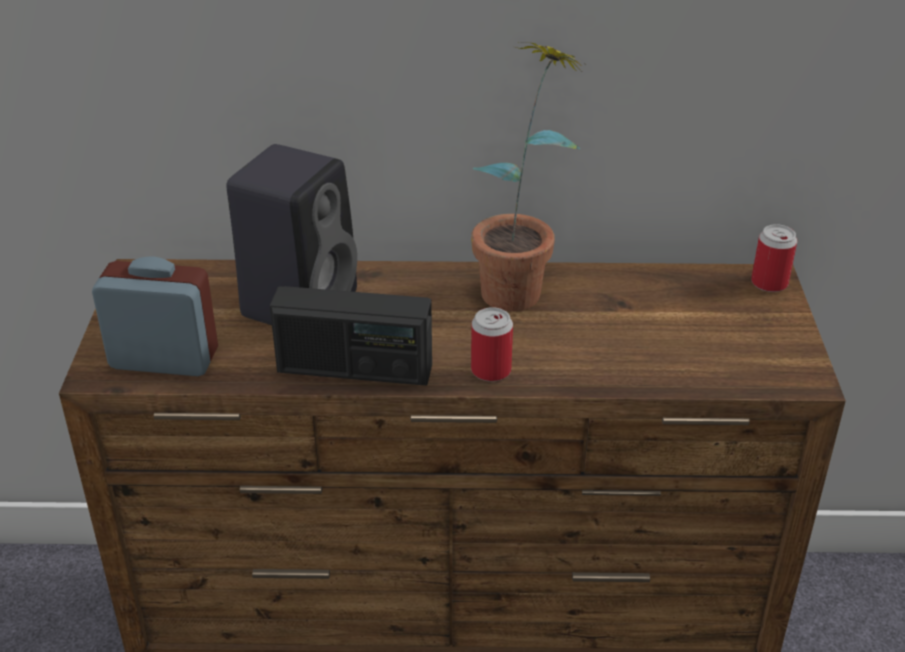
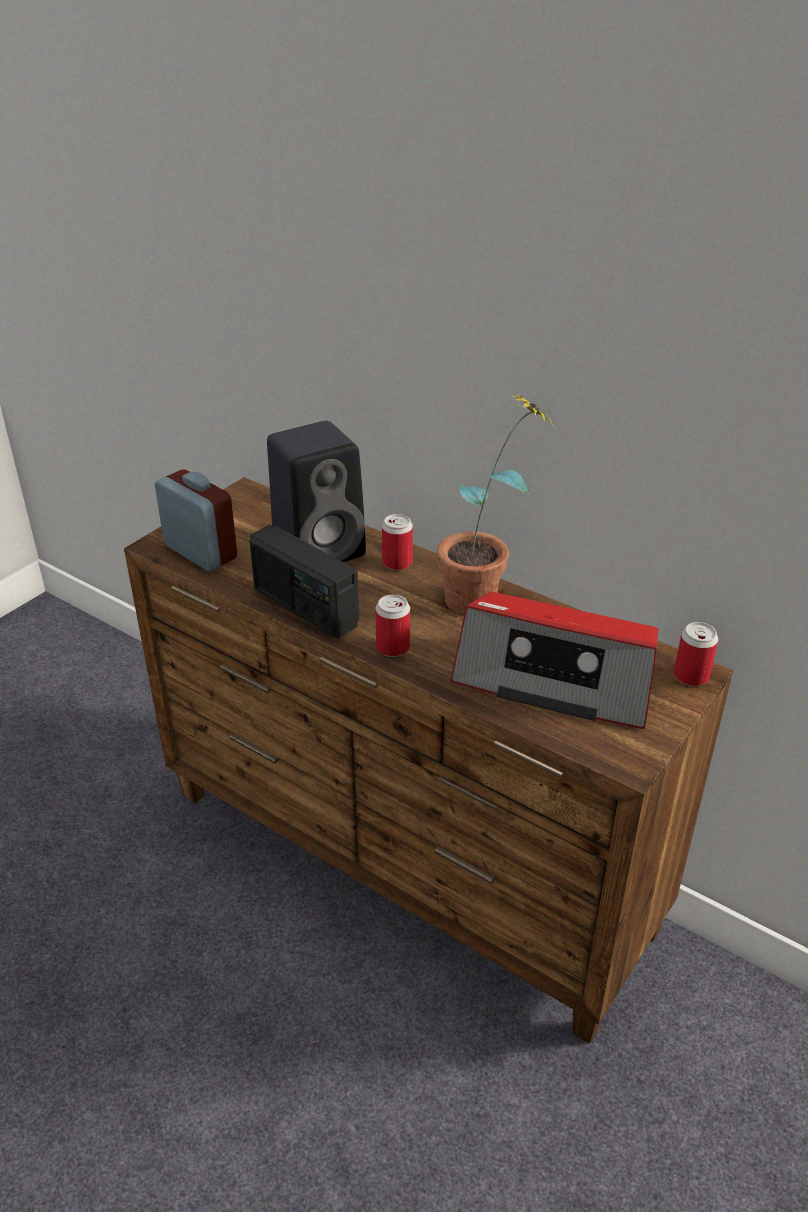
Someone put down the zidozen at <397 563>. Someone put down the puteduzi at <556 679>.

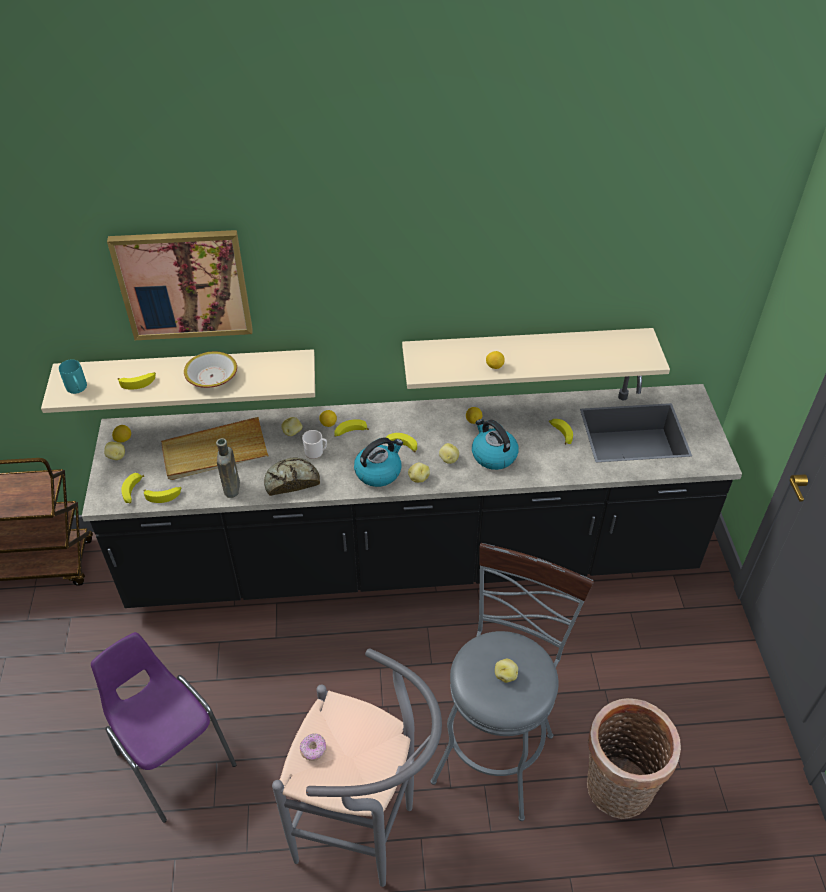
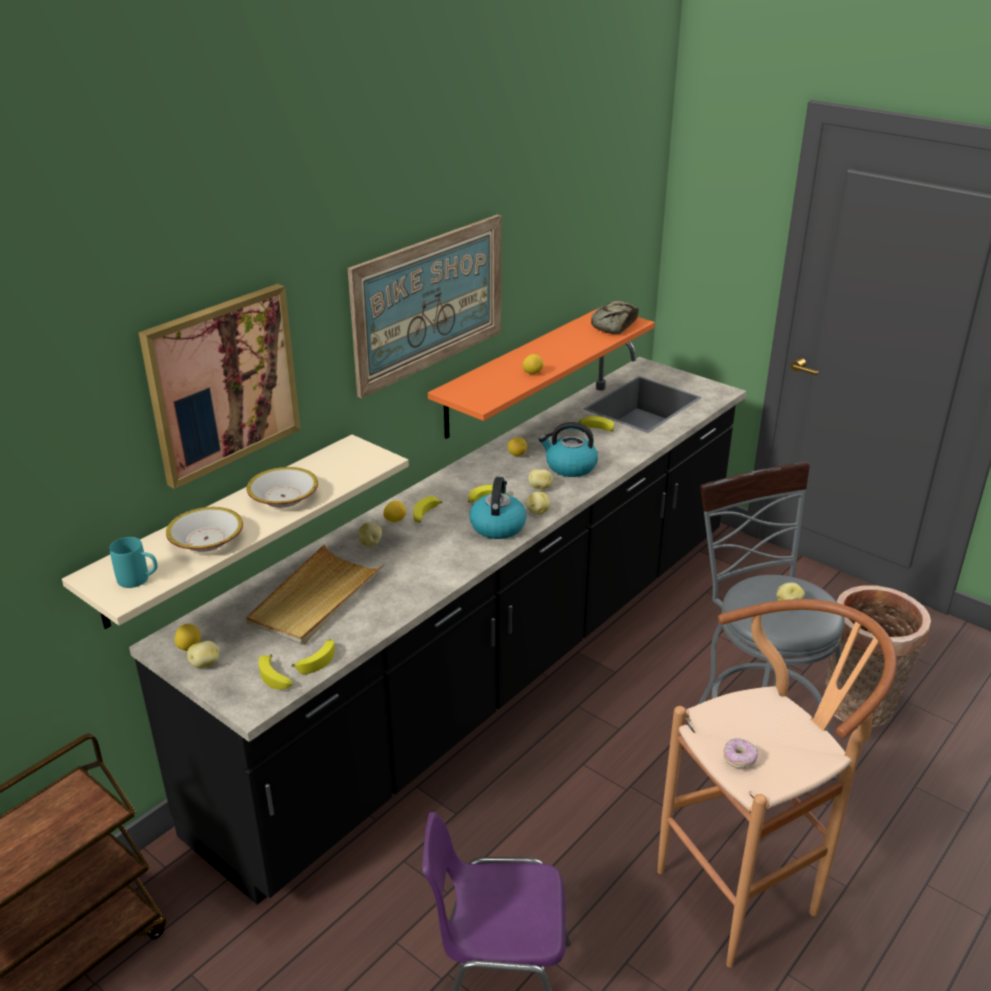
Someone swapped the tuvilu at <138 382> for the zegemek at <206 539>. Someone put up the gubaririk at <429 302>. Someone repainted the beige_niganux at <526 354>, which became the orange_niganux at <521 371>. Someone carried the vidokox from <291 480> to <613 325>. Someone repainted the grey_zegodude at <366 834>, which became the brown_zegodude at <751 890>. Someone took away the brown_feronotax at <232 487>. Someone took away the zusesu at <316 453>.

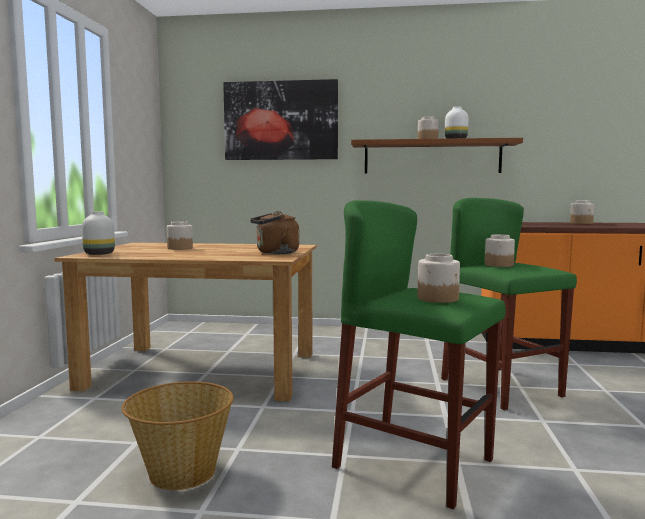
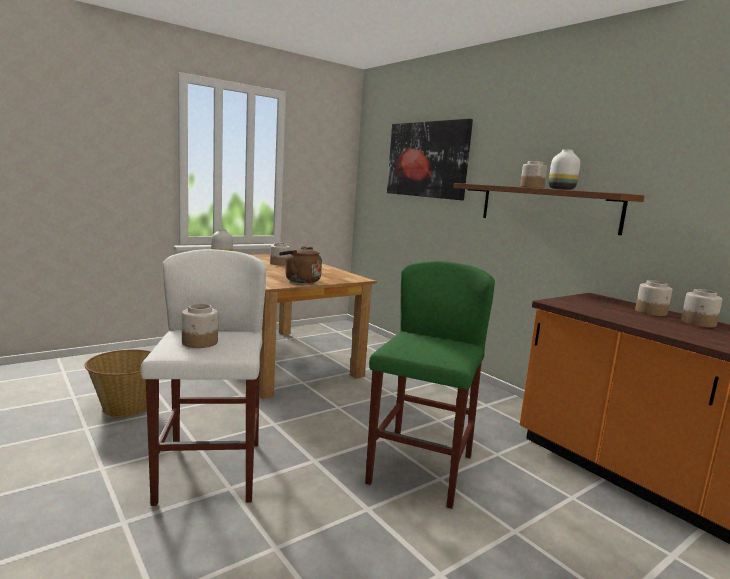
Someone repainted the green_zegodude at <414 463>, which became the white_zegodude at <210 471>. Someone carried the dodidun from <499 265> to <651 312>.

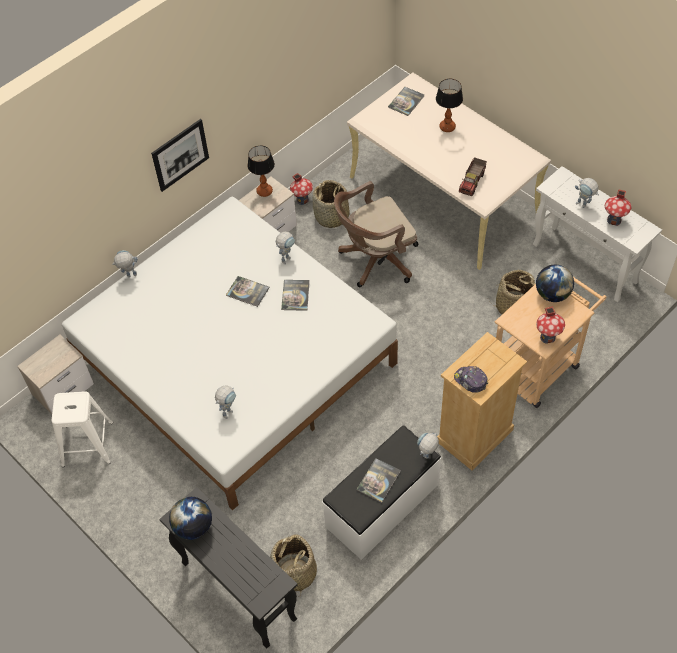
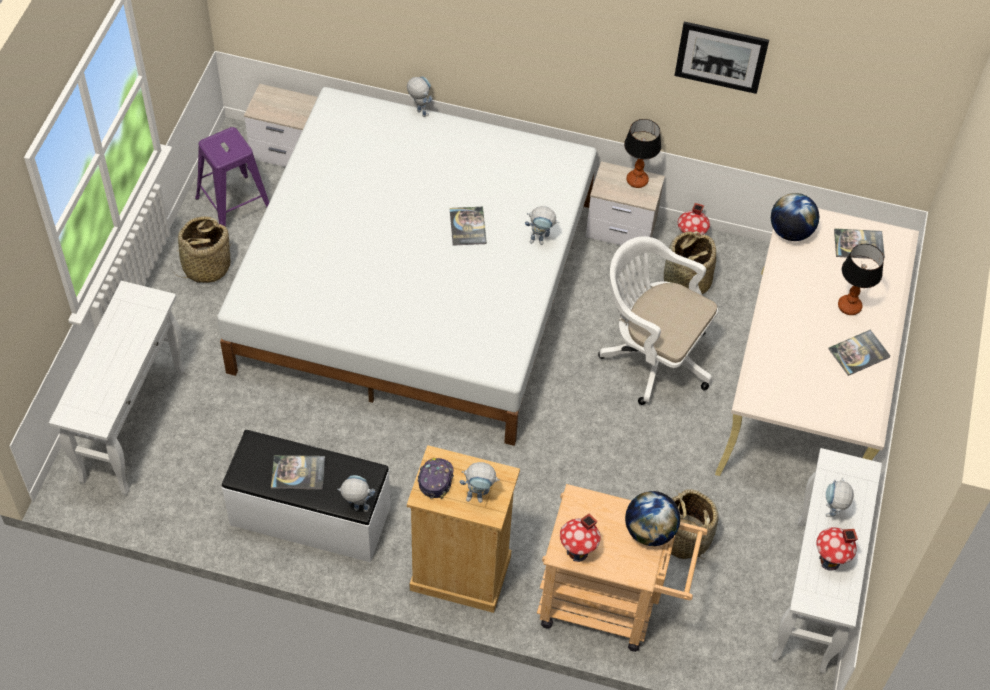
Someone repainted the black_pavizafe at <237 590>, which became the white_pavizafe at <133 424>. Someone carried the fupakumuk from <295 573> to <206 266>. Someone repainted the white_zegodude at <86 444>, which became the purple_zegodude at <233 205>. Someone carried the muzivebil from <228 411> to <479 497>. Someone repainted the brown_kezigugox at <375 260>, which became the white_kezigugox at <651 356>. Someone carried the gubaririk from <180 155> to <721 57>. Someone carried the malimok from <193 527> to <790 232>. Someone carried the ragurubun from <295 295> to <859 353>. Someone took away the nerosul at <472 182>.

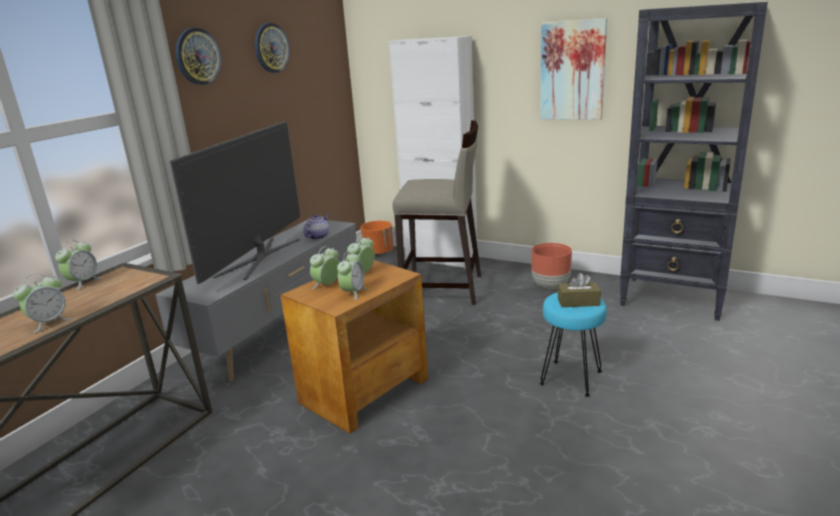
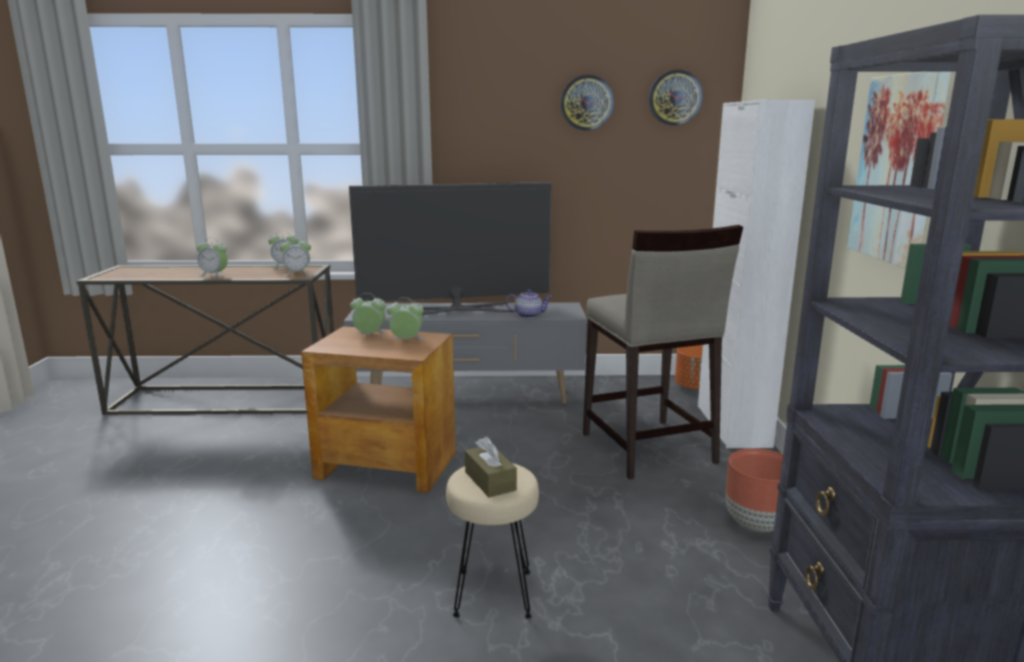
Someone carried the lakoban from <353 293> to <297 273>. Someone repainted the turquoise_zegodude at <571 378>, which became the beige_zegodude at <493 594>. Someone carried the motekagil from <197 56> to <675 98>.

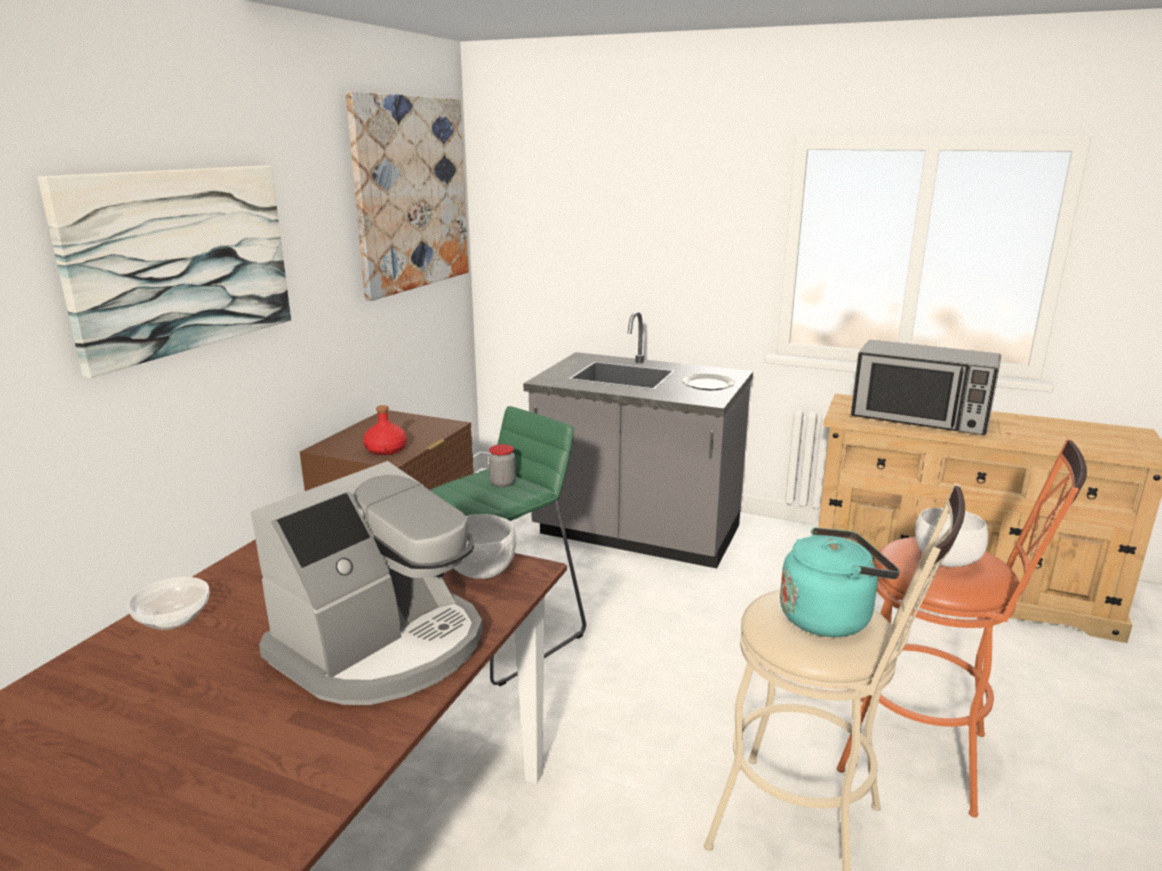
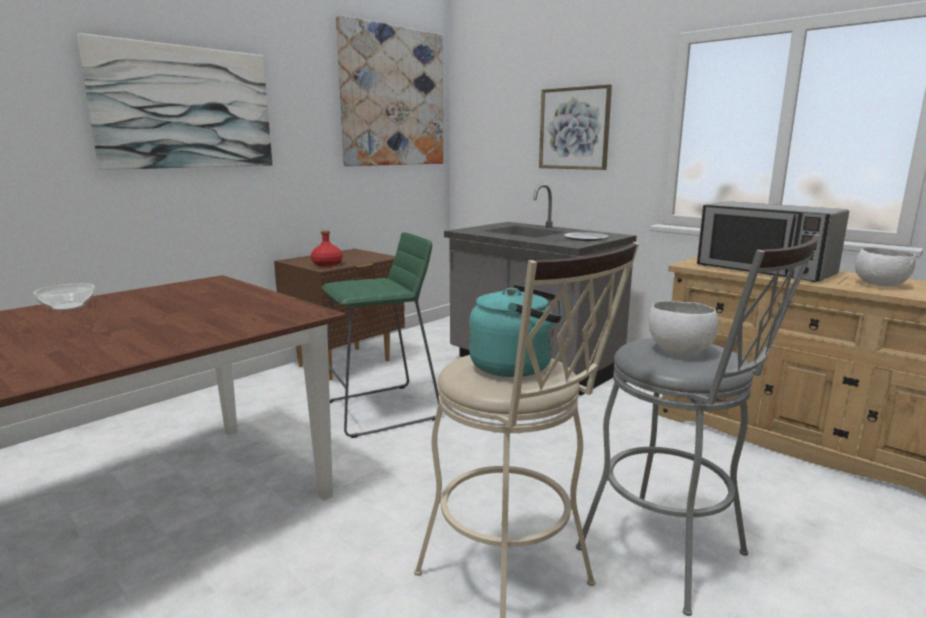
Someone put up the gubaririk at <574 128>. Someone repainted the orange_zegodude at <928 757>, which became the grey_zegodude at <674 558>. Someone carried the white_zegemek from <483 571> to <881 285>. Someone took away the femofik at <382 647>. Someone took away the dodidun at <502 483>.

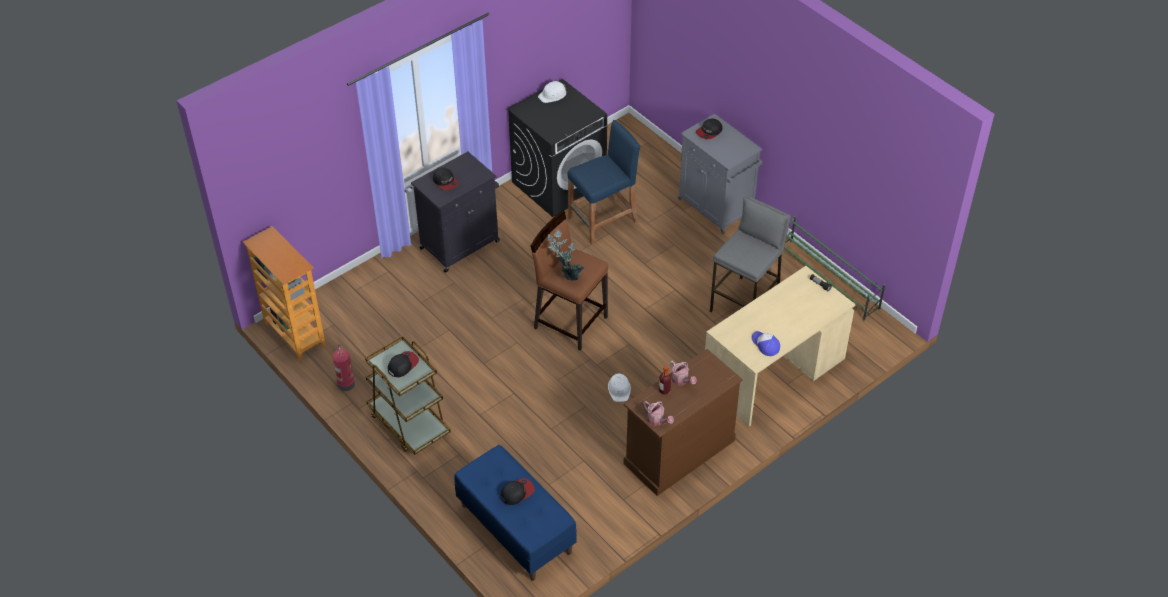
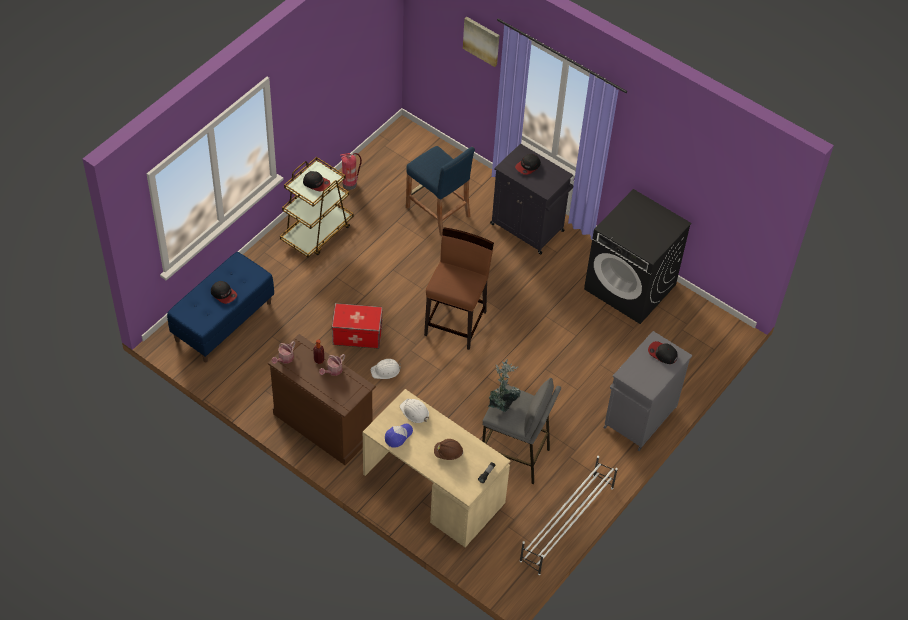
Someone put down the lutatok at <357 334>. Someone carried the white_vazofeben from <553 95> to <414 412>. Someone carried the blue_zegodude from <603 220> to <438 211>. Someone put down the brown_vazofeben at <448 453>. Someone put up the gubaririk at <482 40>. Someone carried the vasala from <567 275> to <502 404>. Someone repainted the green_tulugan at <826 280>, which became the white_tulugan at <566 524>. Someone took away the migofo at <294 335>.

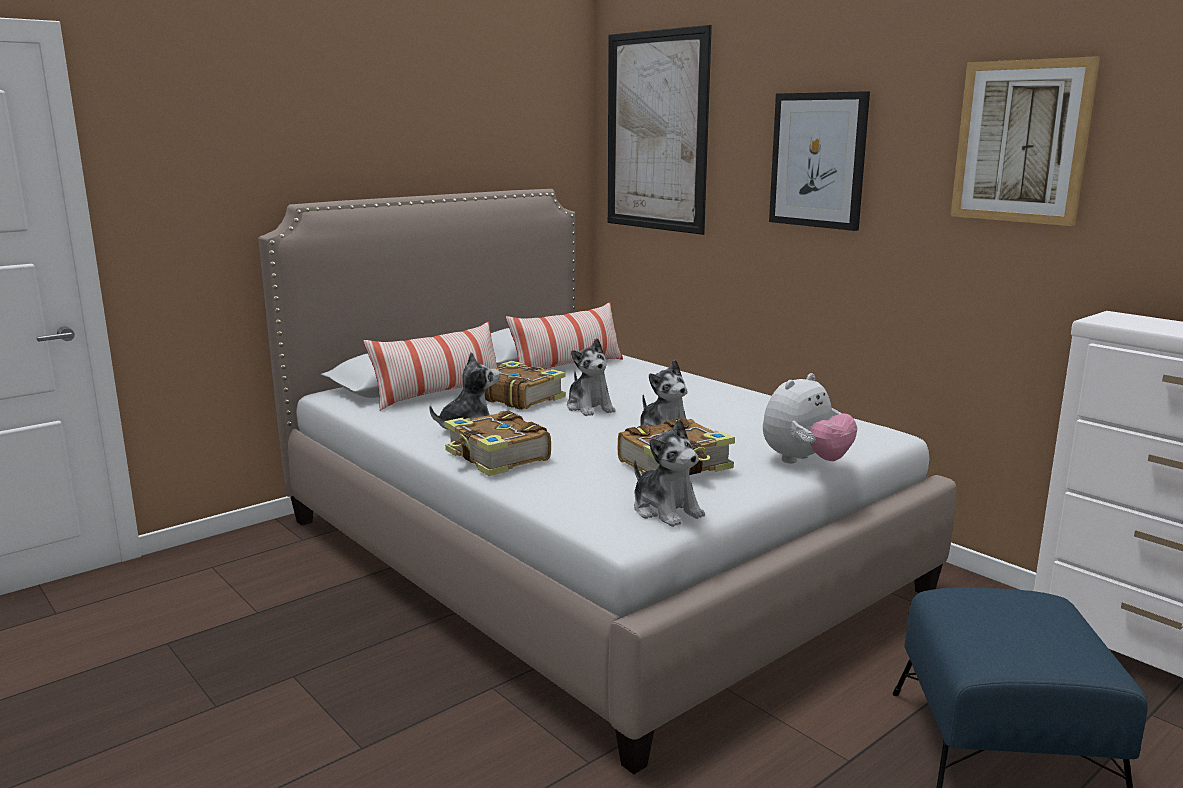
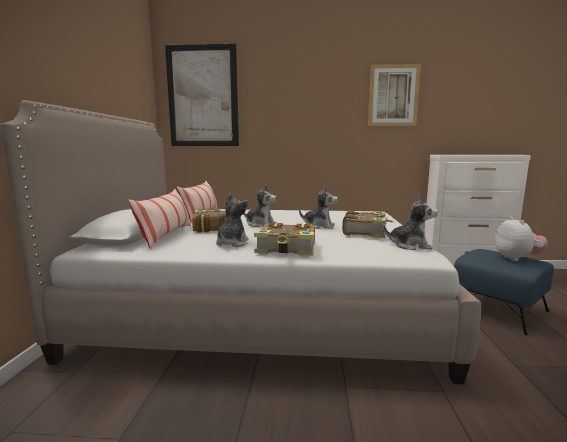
Someone carried the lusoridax from <805 462> to <517 259>. Someone took away the gubaririk at <818 160>.

